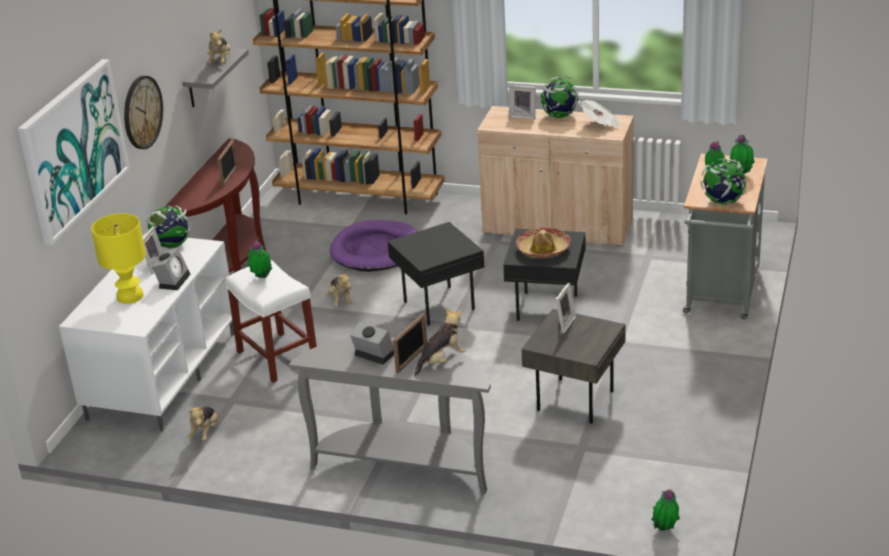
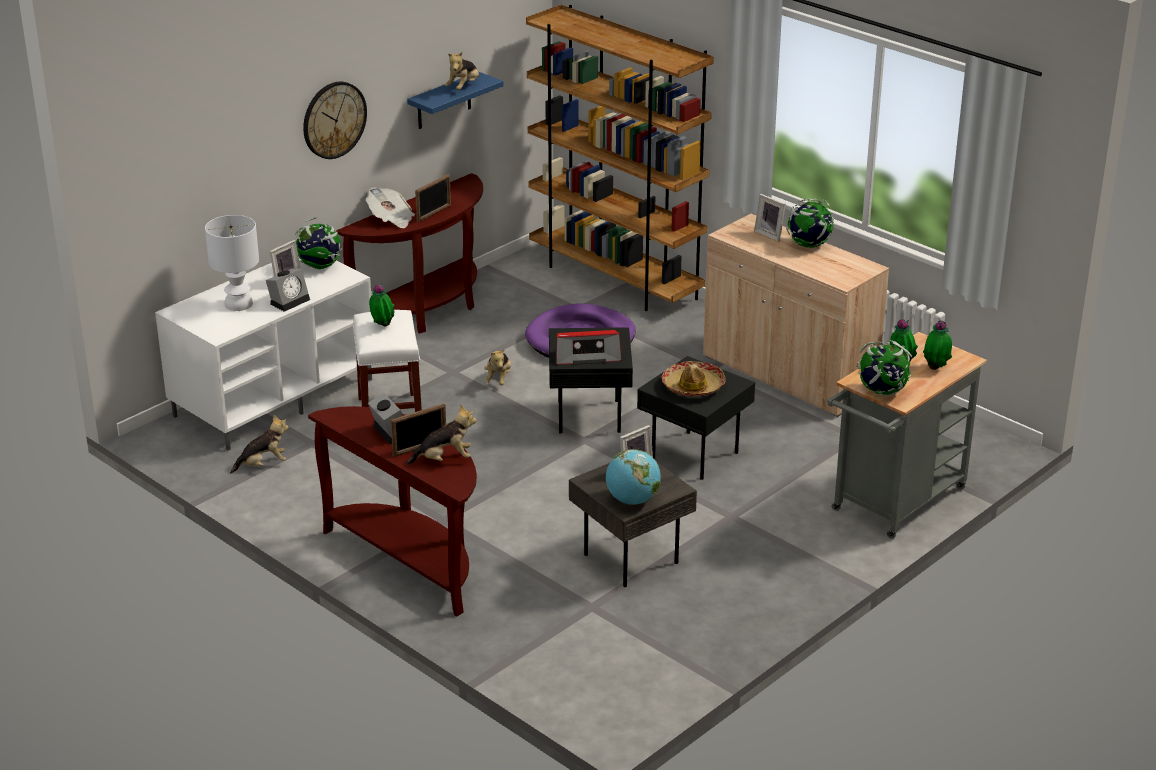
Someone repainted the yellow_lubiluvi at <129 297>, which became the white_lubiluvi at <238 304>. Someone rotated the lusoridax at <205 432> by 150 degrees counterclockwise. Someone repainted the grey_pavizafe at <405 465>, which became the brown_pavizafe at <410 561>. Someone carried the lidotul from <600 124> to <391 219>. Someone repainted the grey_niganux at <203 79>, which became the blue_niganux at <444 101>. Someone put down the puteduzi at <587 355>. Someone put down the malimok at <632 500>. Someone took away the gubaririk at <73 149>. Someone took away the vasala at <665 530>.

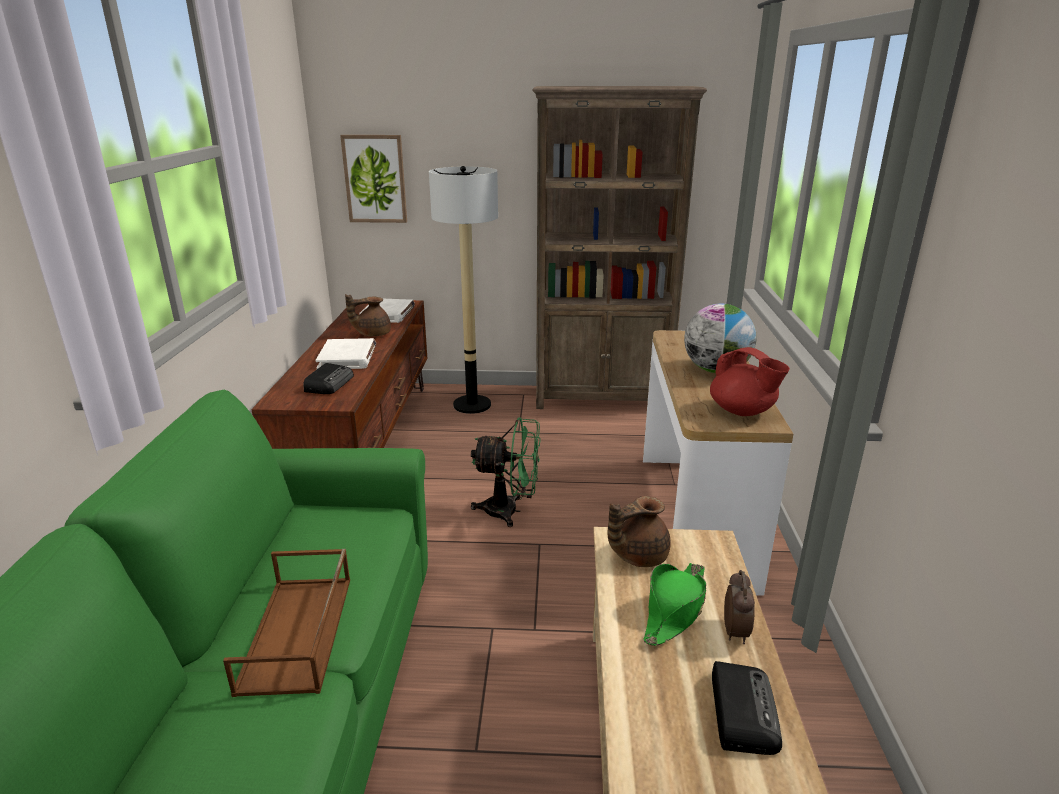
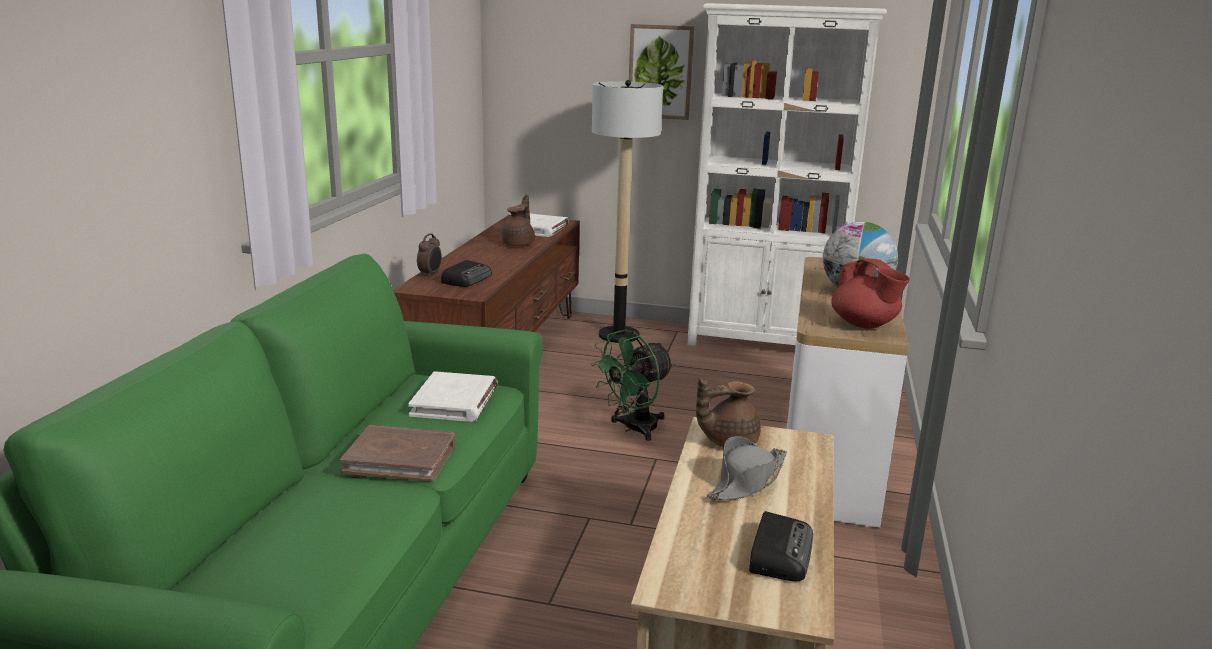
Someone swapped the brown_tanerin at <298 634> for the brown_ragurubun at <400 458>. Someone carried the white_ragurubun from <347 357> to <455 401>. Someone carried the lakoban from <736 632> to <430 274>. Someone rotated the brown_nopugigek at <372 334> by 120 degrees clockwise. Someone rotated the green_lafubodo at <510 511> by 120 degrees clockwise. Someone carried the gubaririk from <375 179> to <660 72>. Someone repainted the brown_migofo at <602 399>, which became the white_migofo at <763 343>. Someone repainted the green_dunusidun at <674 610>, which became the grey_dunusidun at <747 482>.

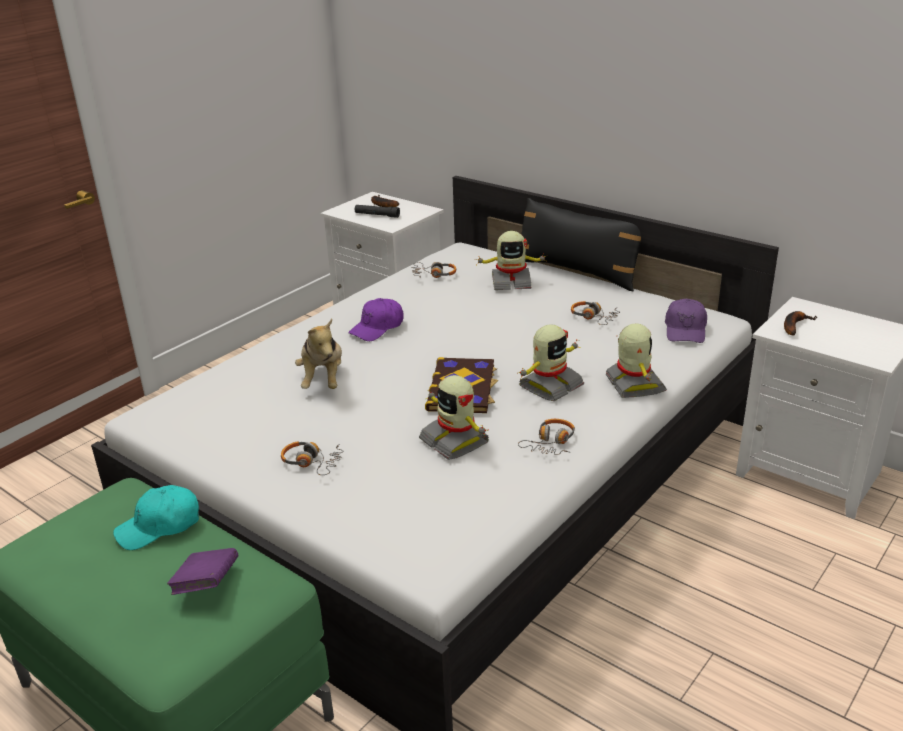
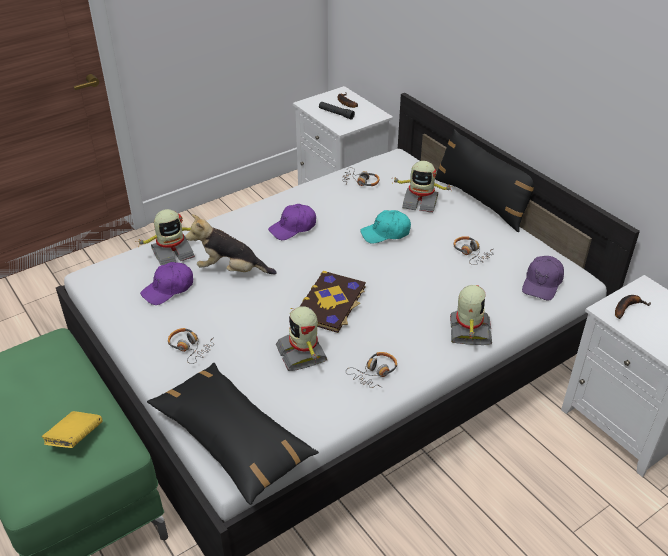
Someone repainted the purple_ragurubun at <207 584>, which became the yellow_ragurubun at <75 438>. Someone carried the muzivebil from <550 386> to <172 253>. Someone put down the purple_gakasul at <168 289>. Someone put down the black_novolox at <232 439>. Someone rotated the lusoridax at <323 380> by 90 degrees clockwise. Someone carried the turquoise_gakasul from <159 527> to <386 233>.

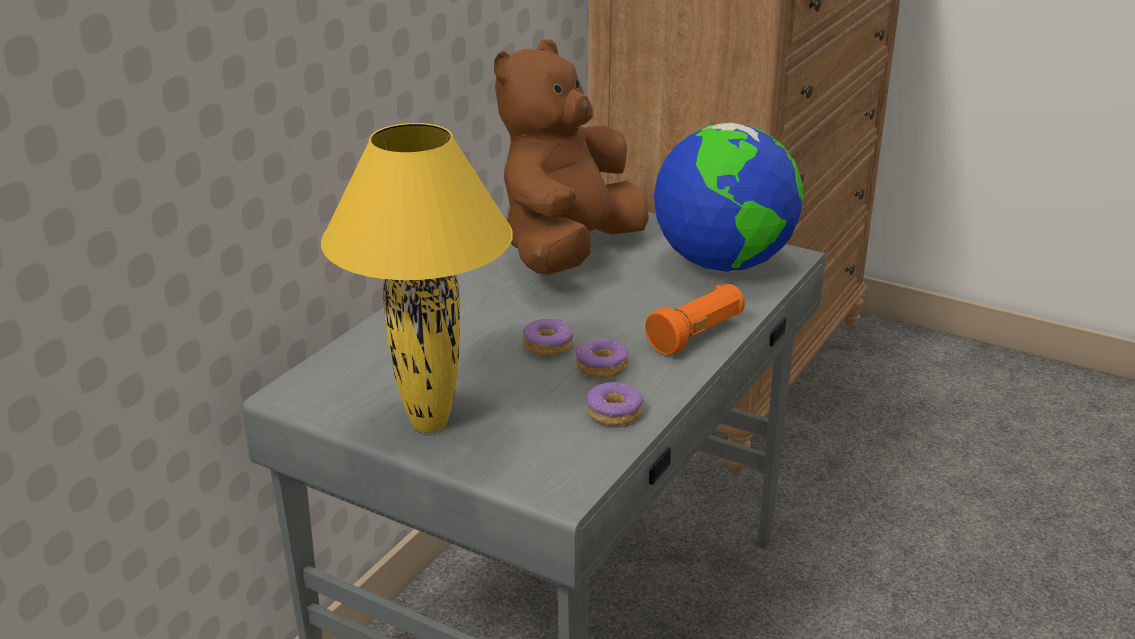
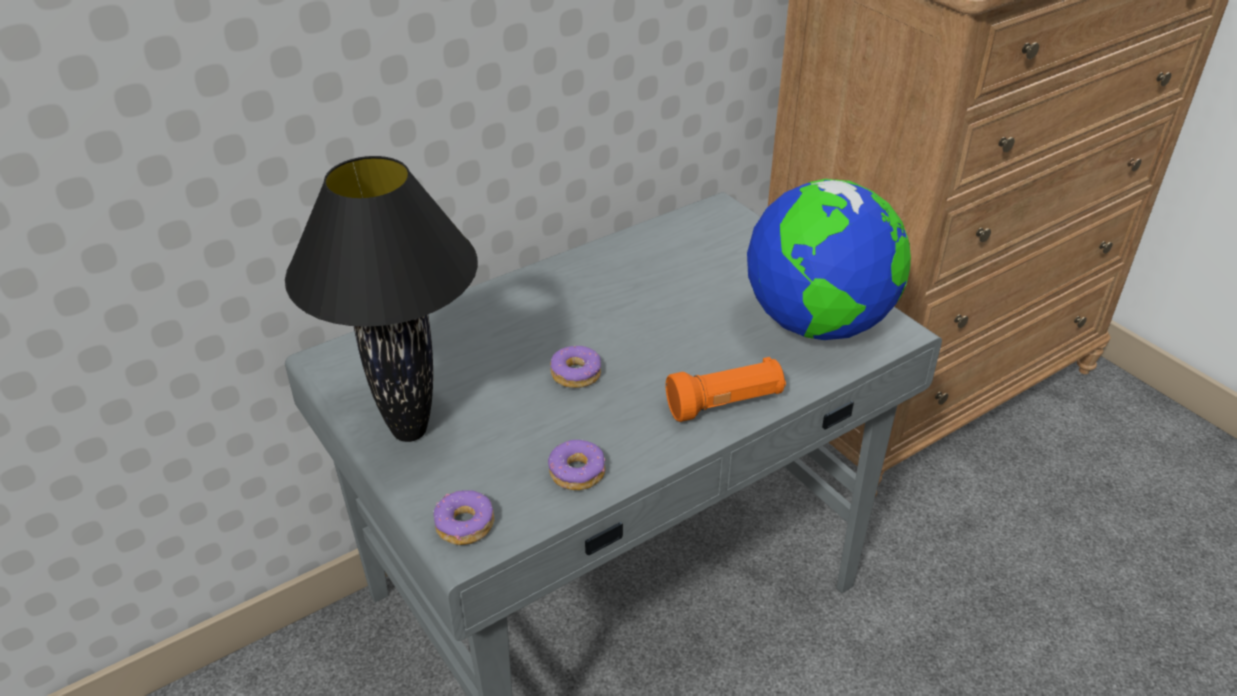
Someone repainted the yellow_lubiluvi at <431 423>, which became the black_lubiluvi at <411 430>. Someone carried the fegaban from <602 367> to <464 525>. Someone took away the brown_lusoridax at <568 253>.

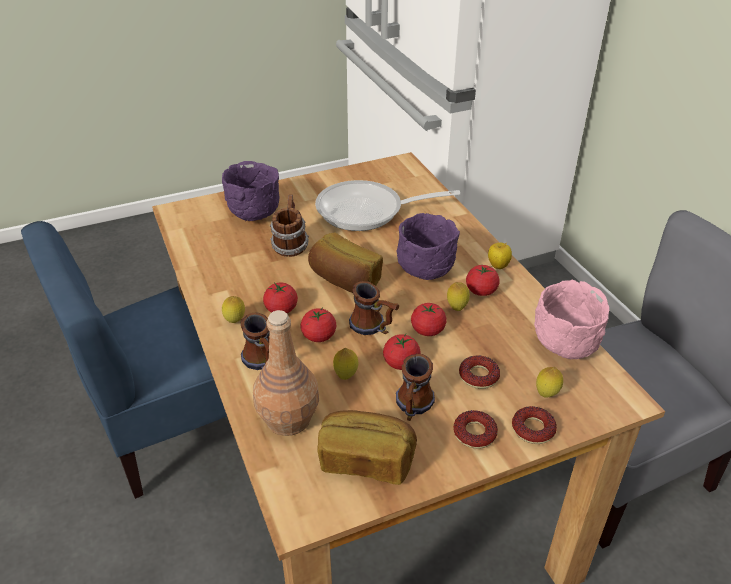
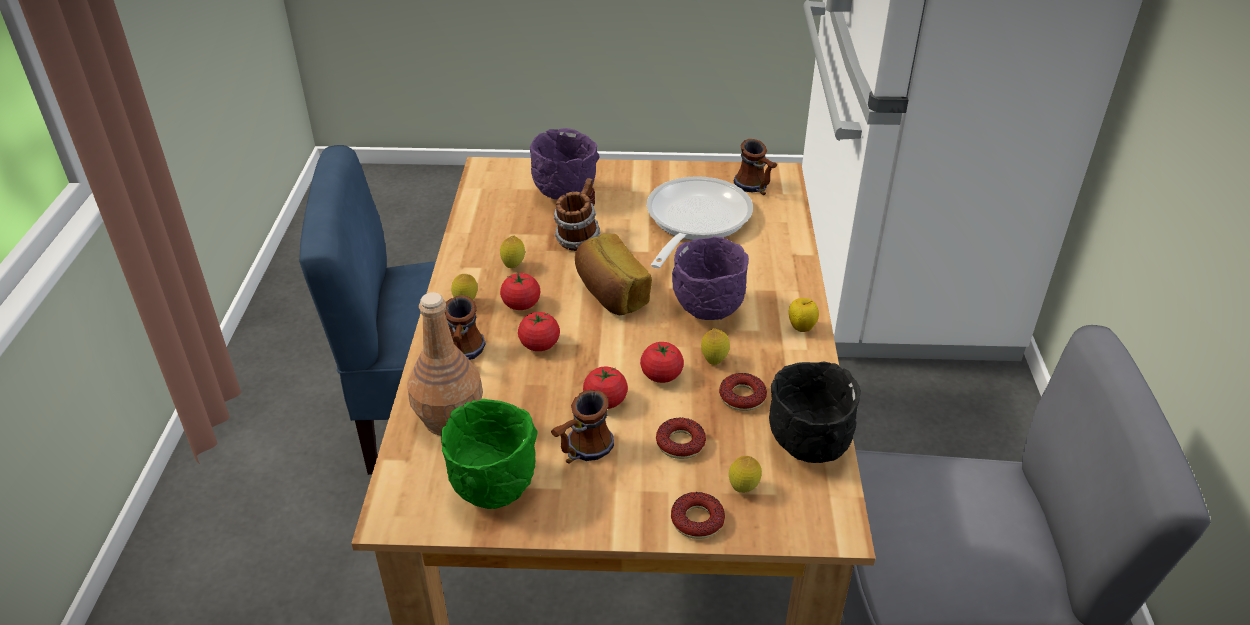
Someone swapped the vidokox at <366 460> for the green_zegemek at <495 486>. Someone carried the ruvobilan from <346 376> to <513 266>. Someone rotated the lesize at <367 211> by 90 degrees clockwise. Someone carried the fegaban from <474 433> to <742 397>. Someone carried the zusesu from <374 328> to <755 188>. Someone repainted the pink_zegemek at <564 346>, which became the black_zegemek at <809 444>. Someone took away the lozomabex at <481 291>.

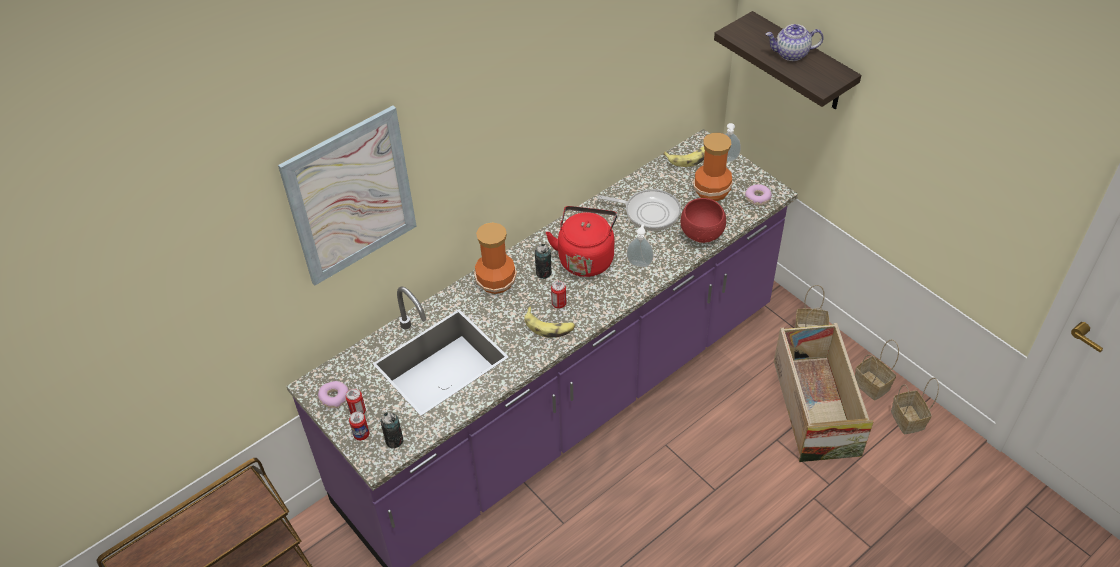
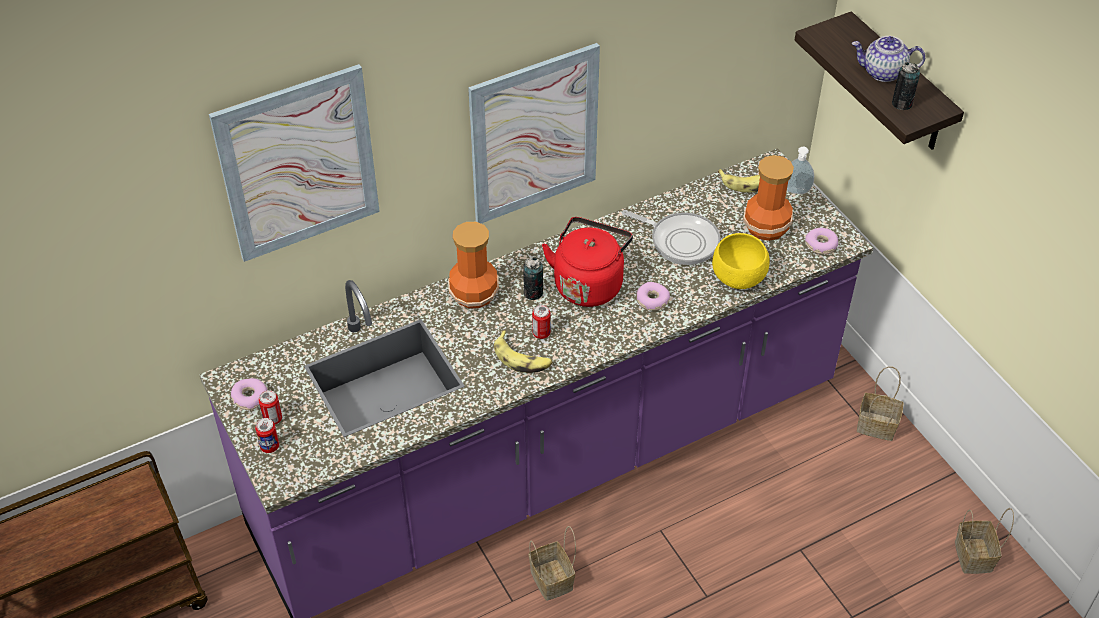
Someone put up the gubaririk at <534 134>. Someone carried the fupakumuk from <873 386> to <553 580>. Someone swapped the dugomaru at <639 263> for the fegaban at <652 300>. Someone repainted the red_zegemek at <703 235>, which became the yellow_zegemek at <739 279>. Someone carried the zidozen from <394 441> to <902 104>. Someone took away the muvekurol at <814 406>.

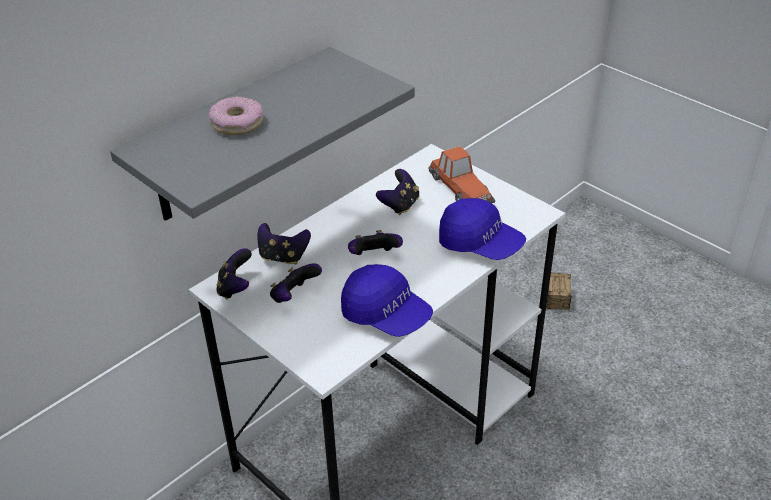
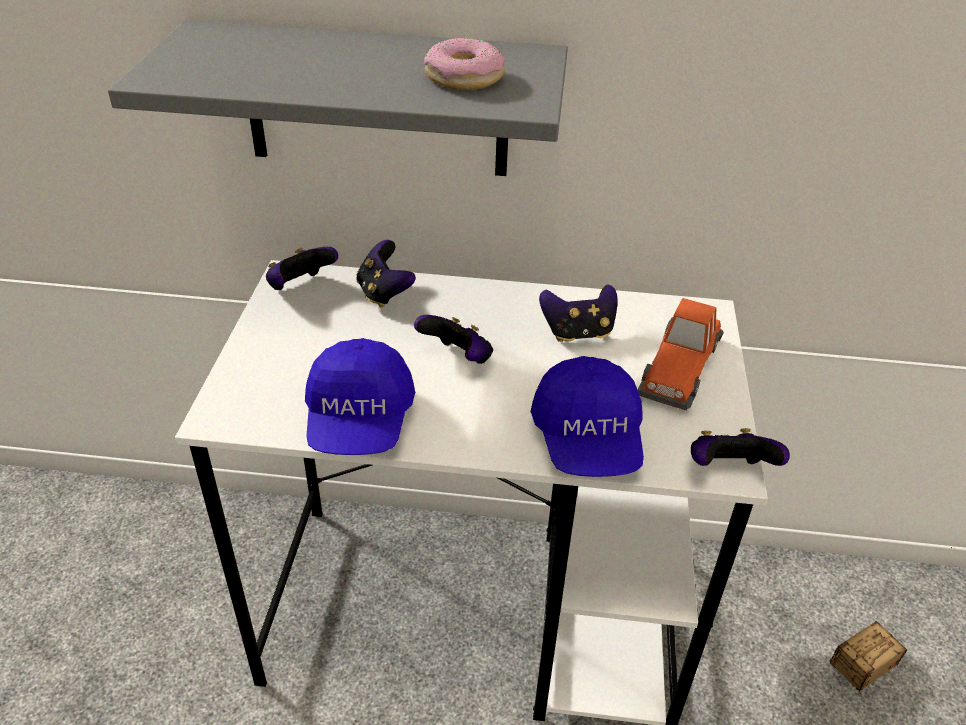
Someone carried the fegaban from <237 123> to <464 77>. Someone carried the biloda from <294 296> to <727 471>.

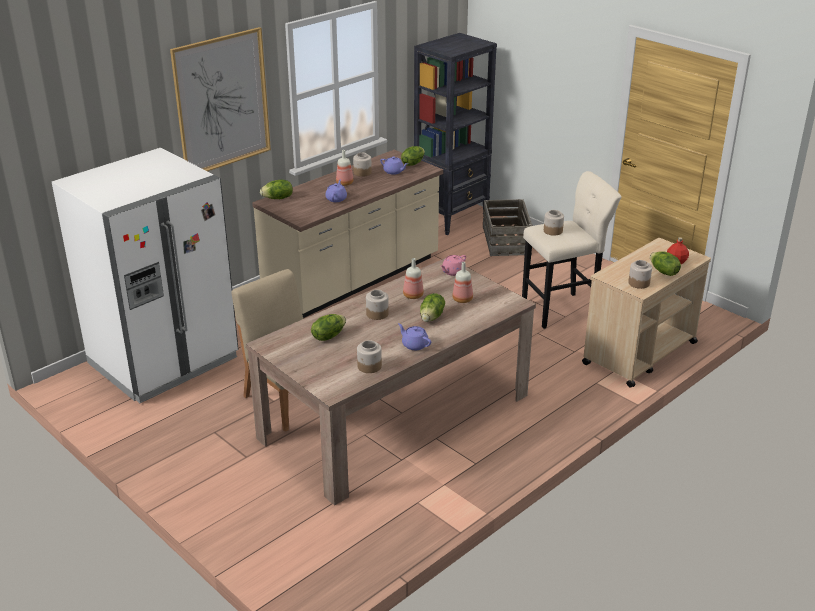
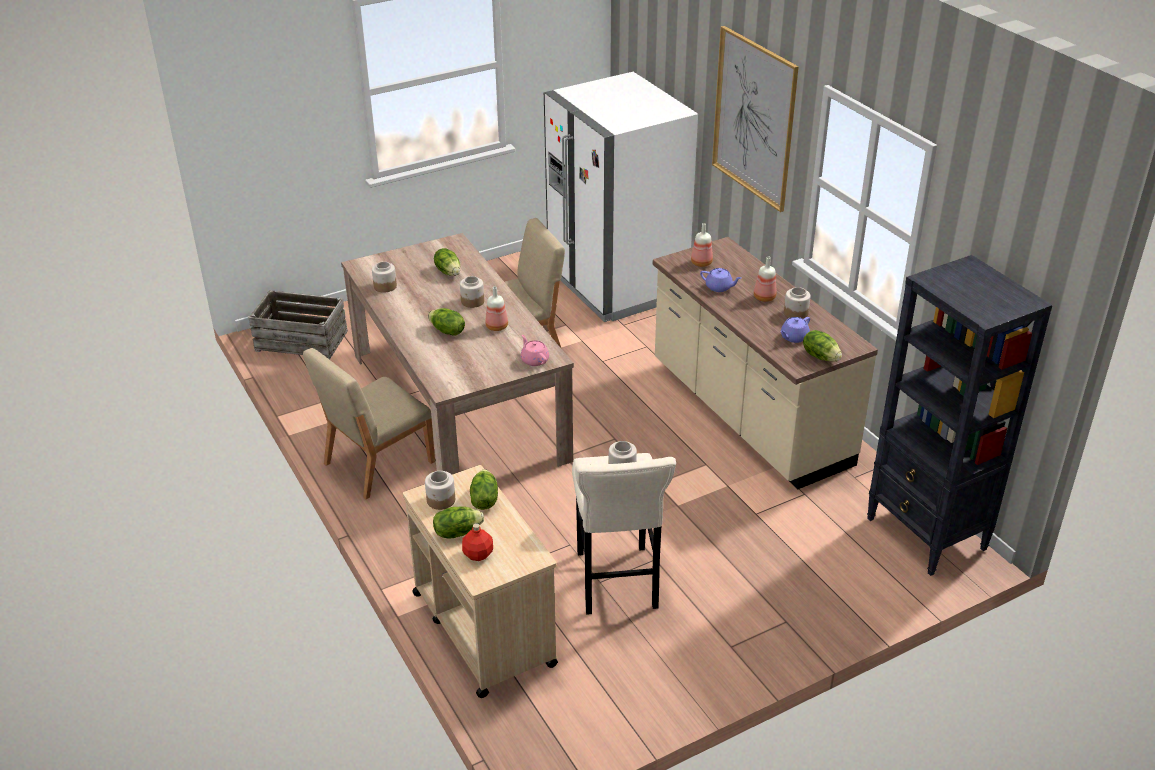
Someone carried the muvekurol from <505 240> to <302 340>. Someone put down the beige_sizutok at <377 463>. Someone carried the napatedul from <278 198> to <484 500>. Someone carried the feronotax from <463 299> to <701 263>. Someone took away the purple_nopugigek at <414 345>.

